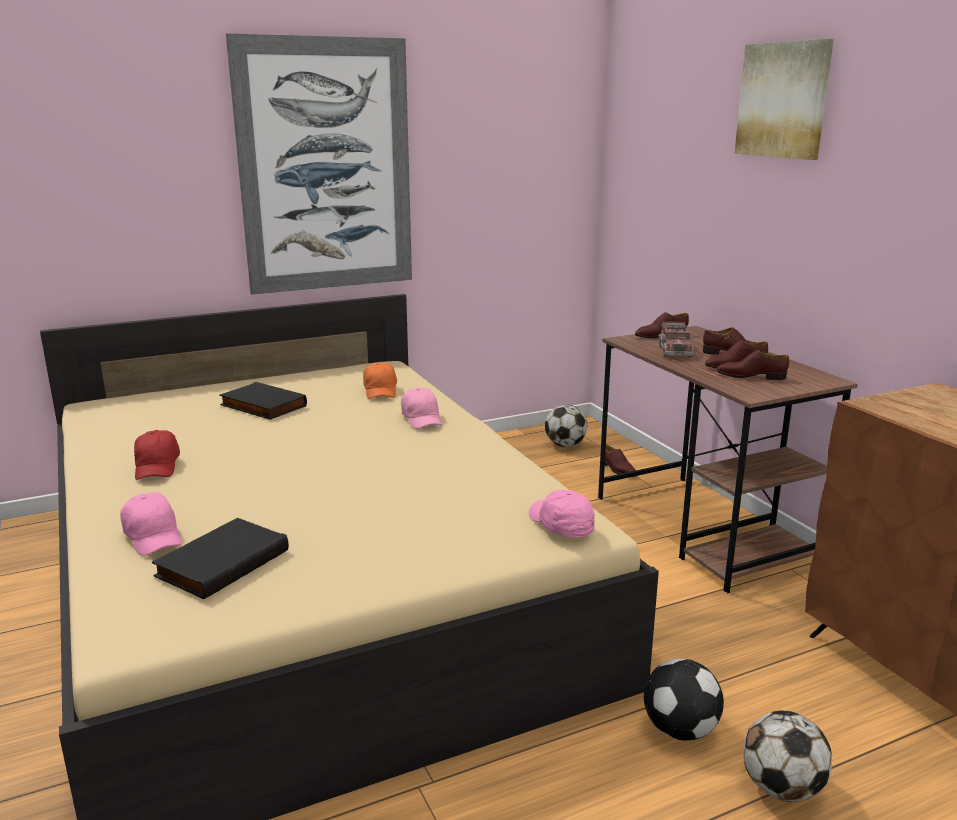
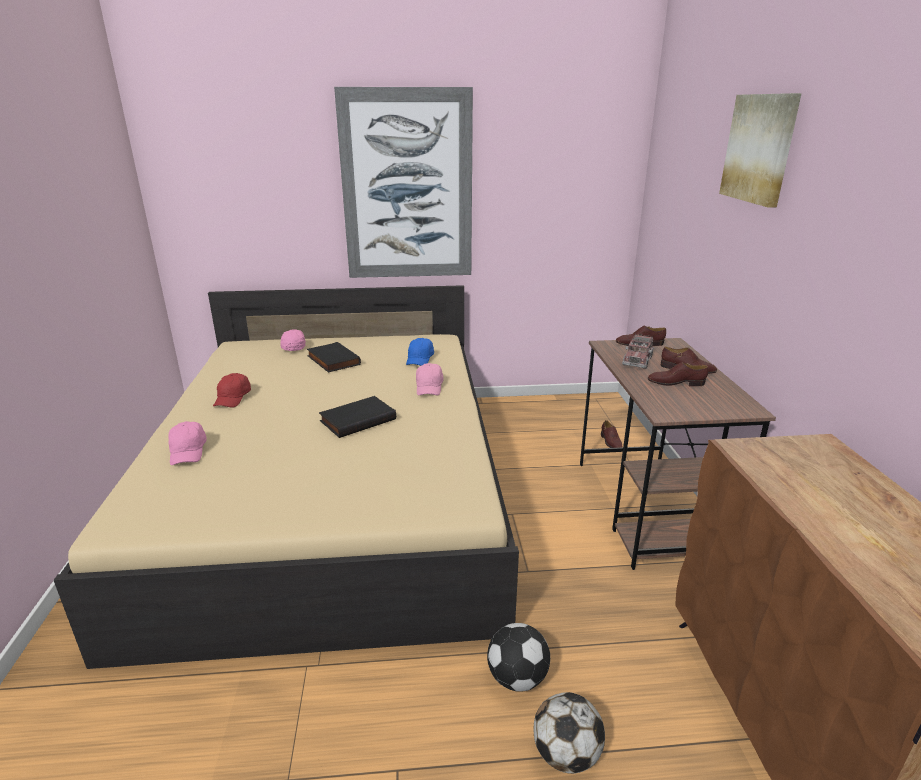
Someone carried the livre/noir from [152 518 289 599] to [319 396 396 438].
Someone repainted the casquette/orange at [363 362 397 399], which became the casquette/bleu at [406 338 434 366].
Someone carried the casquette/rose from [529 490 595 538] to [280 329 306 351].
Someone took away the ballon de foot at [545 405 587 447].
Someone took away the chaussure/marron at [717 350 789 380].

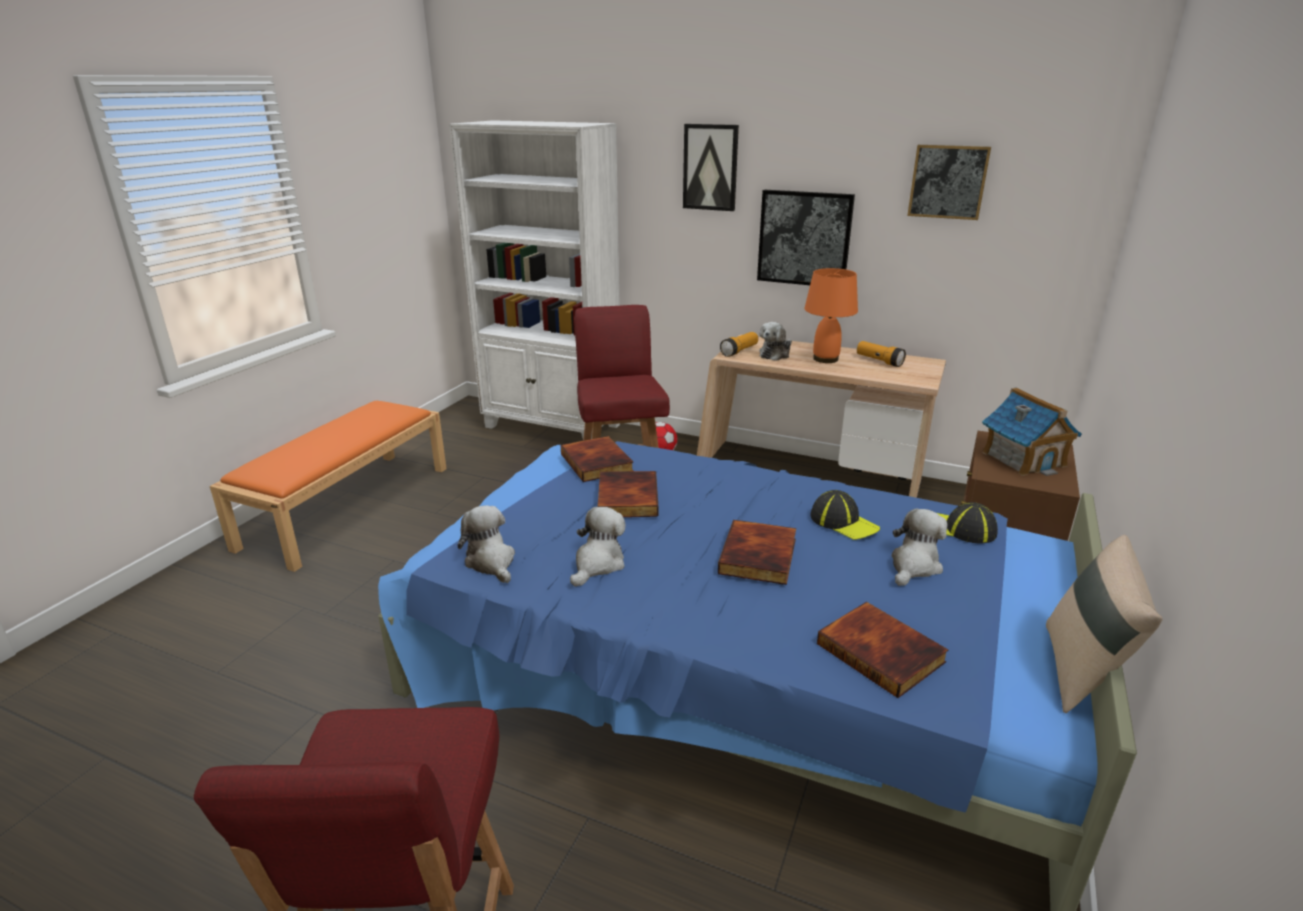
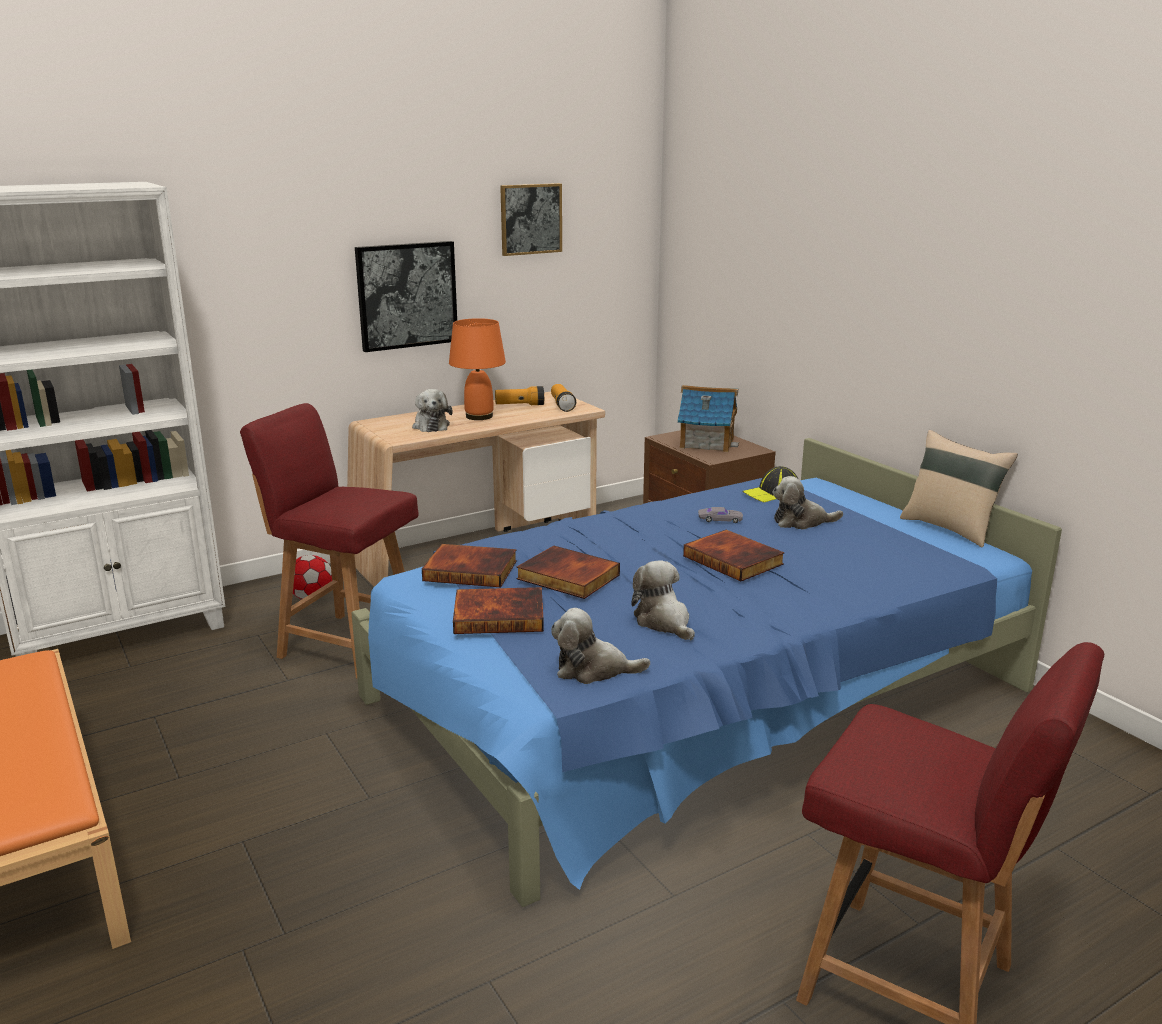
Someone took away the tableau at [683 124 739 211].
Someone carried the lampe de poche from [720 332 758 357] to [551 384 576 412].
Someone swapped the casquette at [810 490 880 540] for the petite voiture/gris at [698 507 743 523].
Someone carried the livre from [817 602 948 698] to [453 587 544 634].
Someone rotated the peluche at [892 509 947 586] by 75 degrees counterclockwise.

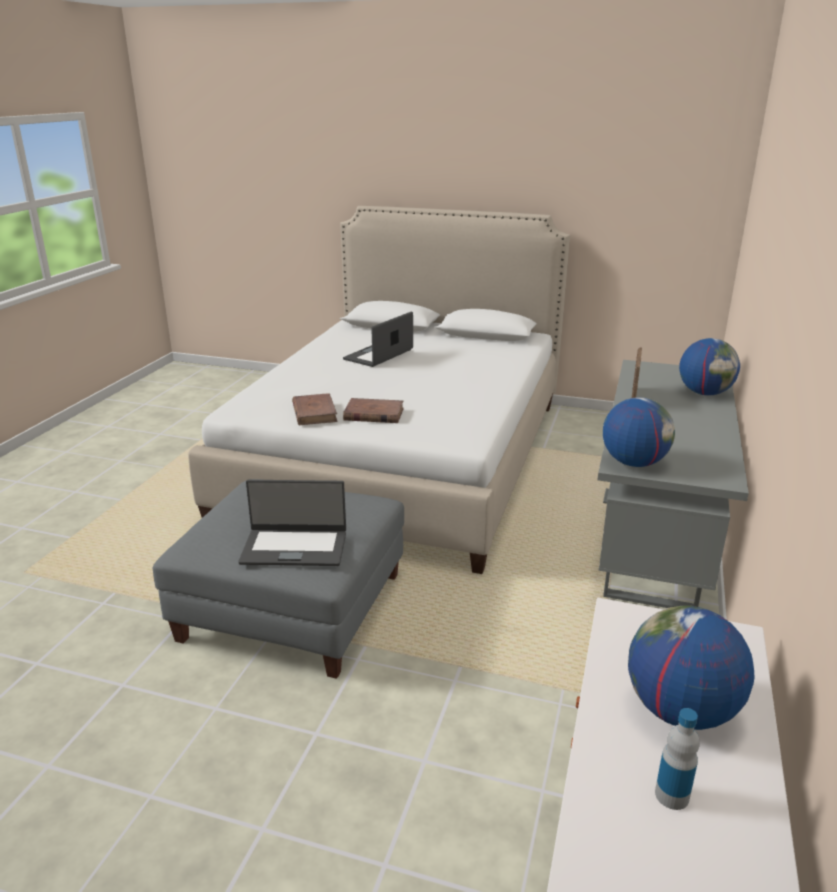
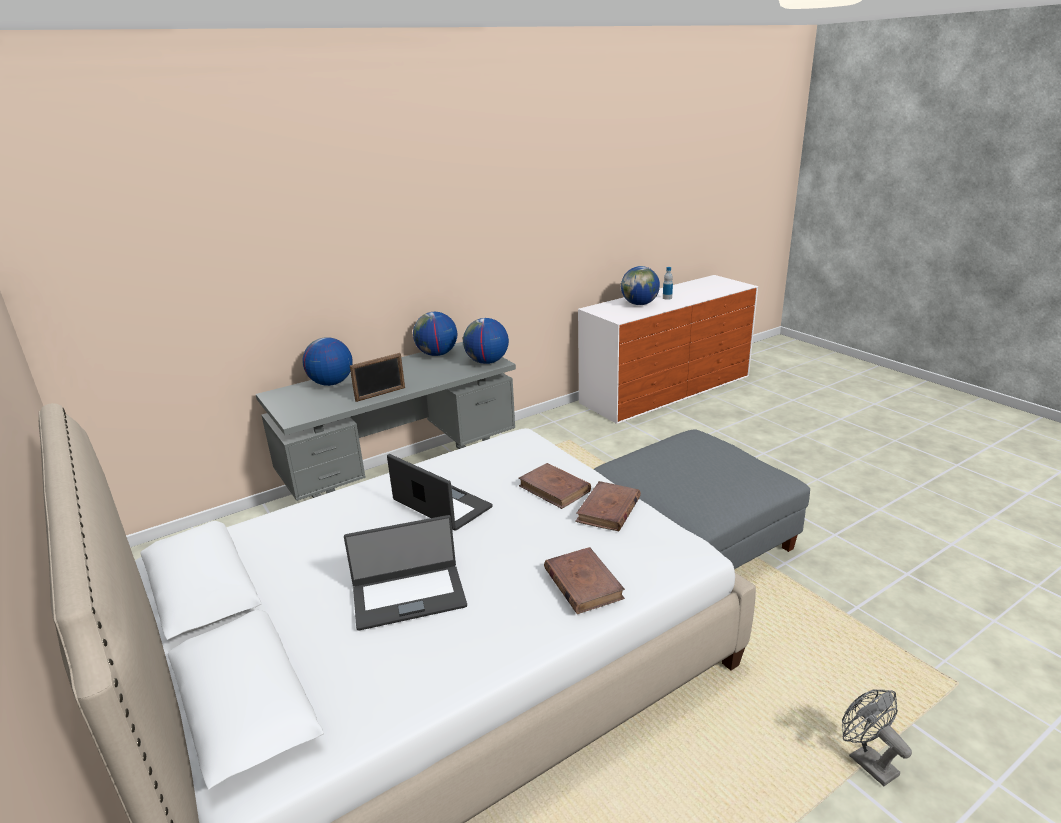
Someone carried the ordinateur portable from [238 480 346 566] to [387 454 493 531].
Someone put down the globe at [413 312 457 356].
Someone put down the livre/marron at [544 547 625 614].
Someone put down the ventilateur/gris at [842 689 912 786].

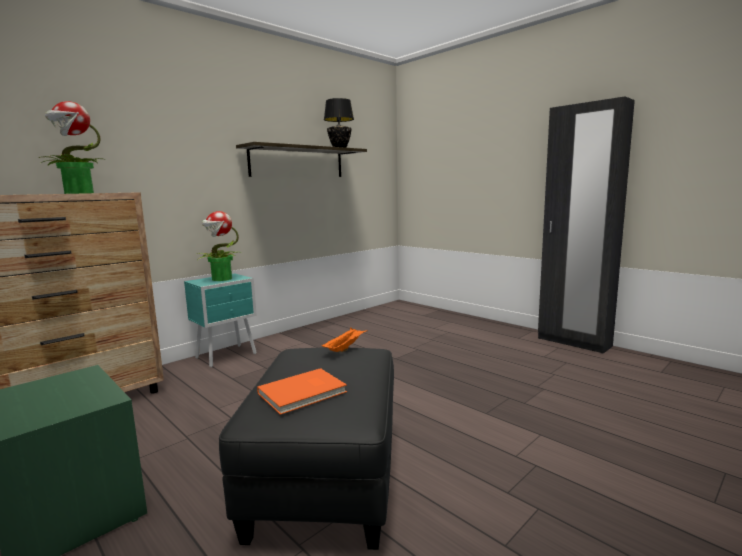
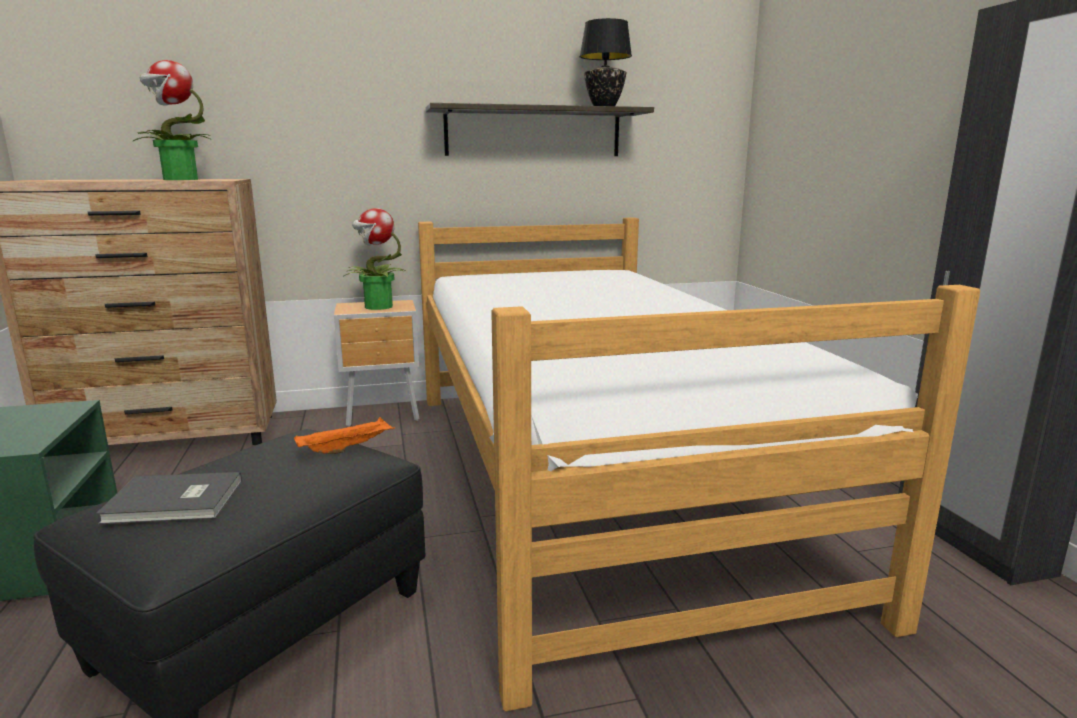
Someone repainted the table de chevet/turquoise at [184 273 257 367], which became the table de chevet/marron at [334 300 420 427].
Someone repainted the livre/orange at [257 368 347 415], which became the livre/gris at [96 472 242 524].
Someone put down the lit at [418 218 980 712].

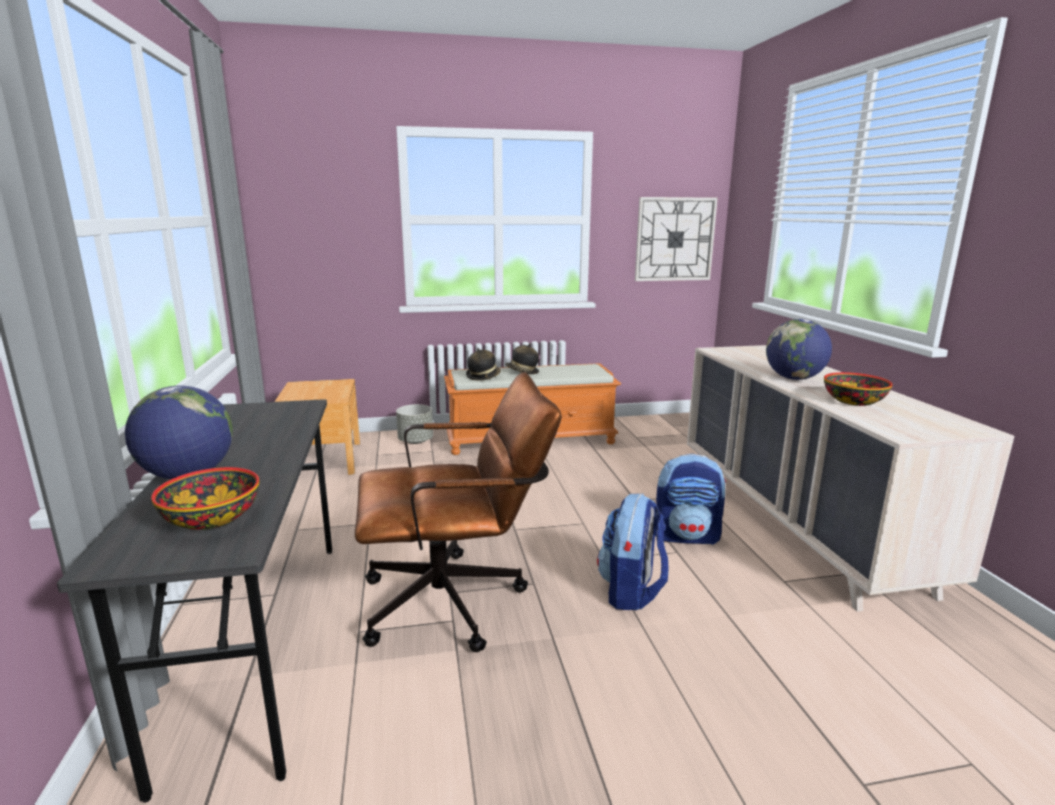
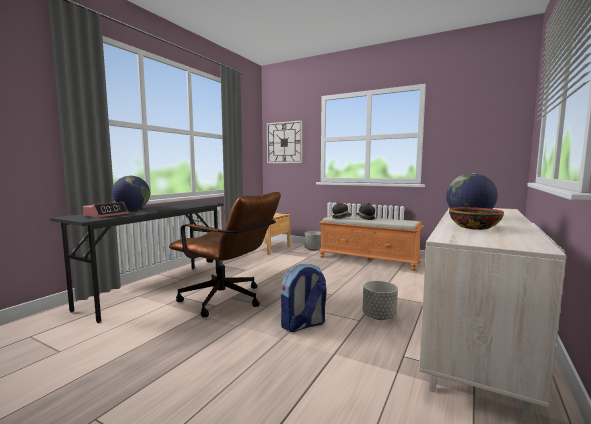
Someone swapped the bol at [151 467 260 530] for the réveil at [83 202 129 218].
Someone carried the horloge murale from [635 197 718 281] to [267 120 303 163].
Someone swapped the sac à dos at [655 454 726 545] for the cache-pot/gris at [363 281 398 320].

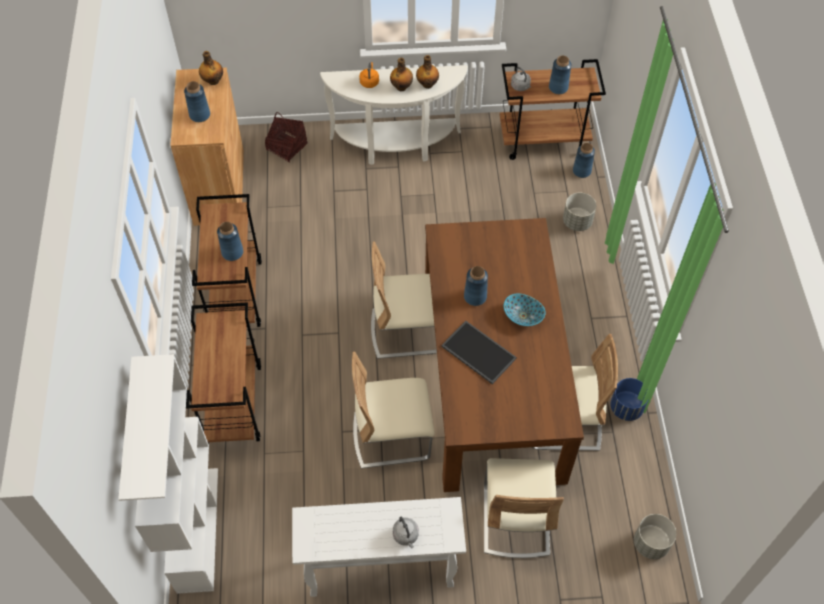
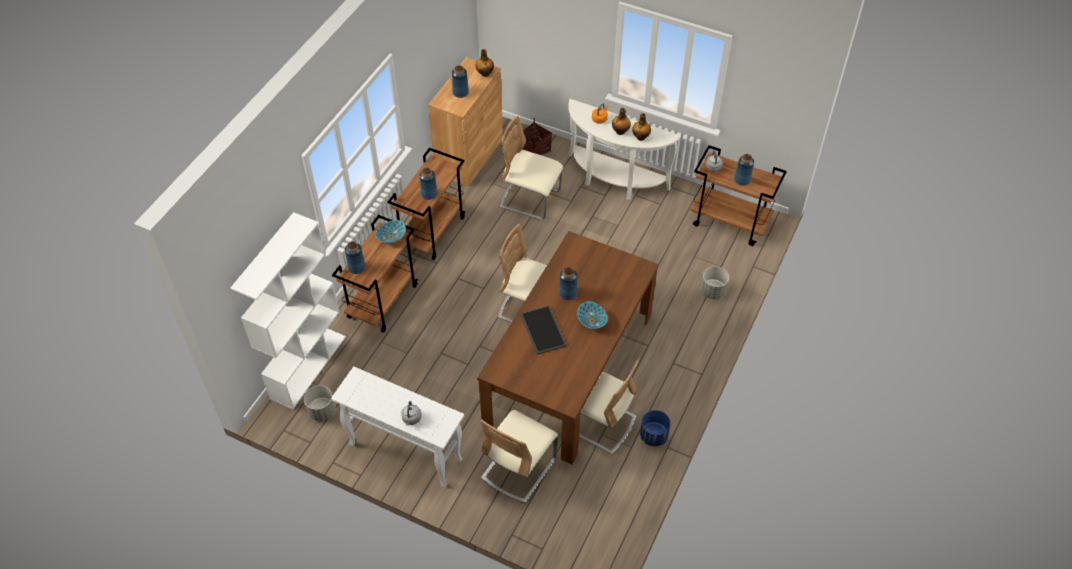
Someone carried the chaise/beige from [352 351 435 469] to [500 116 563 220].
Someone carried the vase/bleu from [573 143 595 178] to [345 241 366 274].
Someone carried the cache-pot/gris from [634 514 677 559] to [304 385 335 421].
Someone put down the bol at [375 220 406 243].

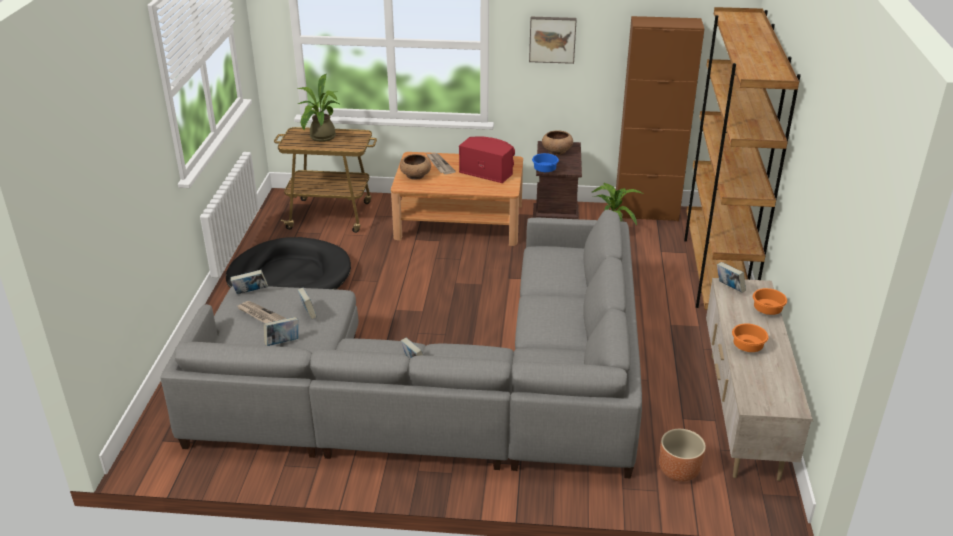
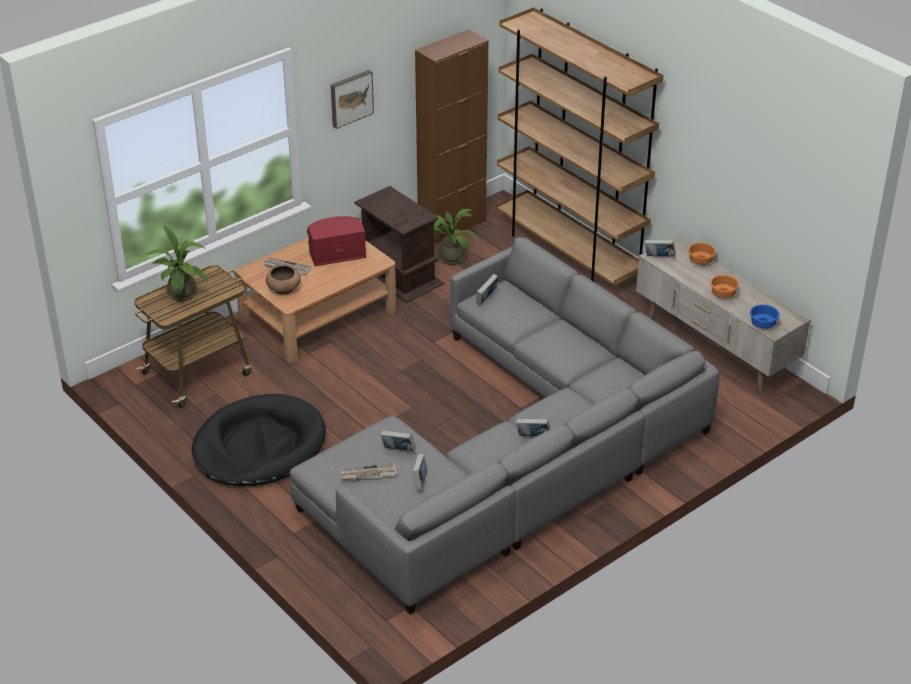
Someone carried the livre from [230 270 268 294] to [476 274 498 305].
Someone carried the bol/bleu from [532 153 559 172] to [750 305 780 329].
Someone took away the bol/marron at [542 131 573 155].
Someone took away the cache-pot/marron at [659 429 706 482].

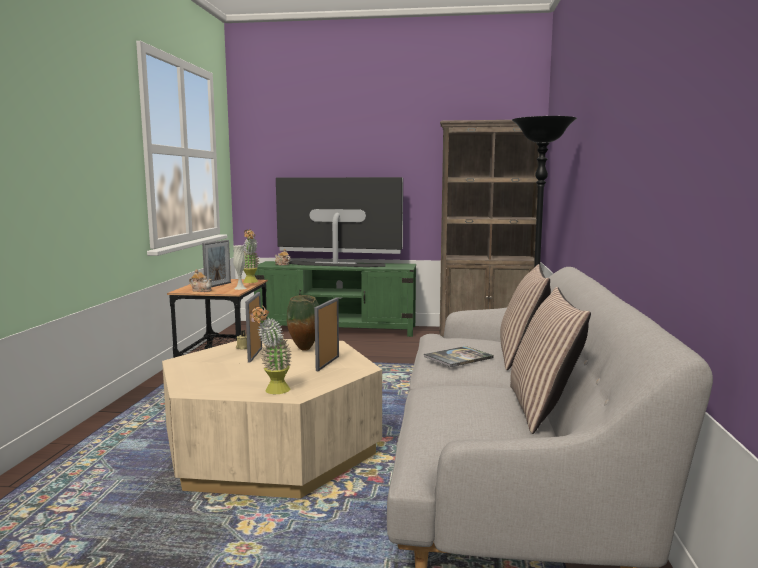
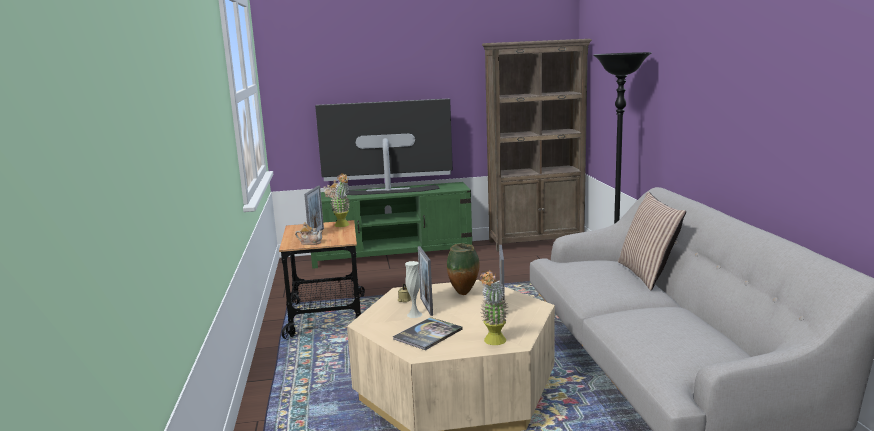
Someone carried the vase/blanc from [233 245 246 290] to [405 261 422 318].
Someone carried the livre from [424 346 494 367] to [393 317 463 350].
Someone took away the coussin at [510 287 591 434].

